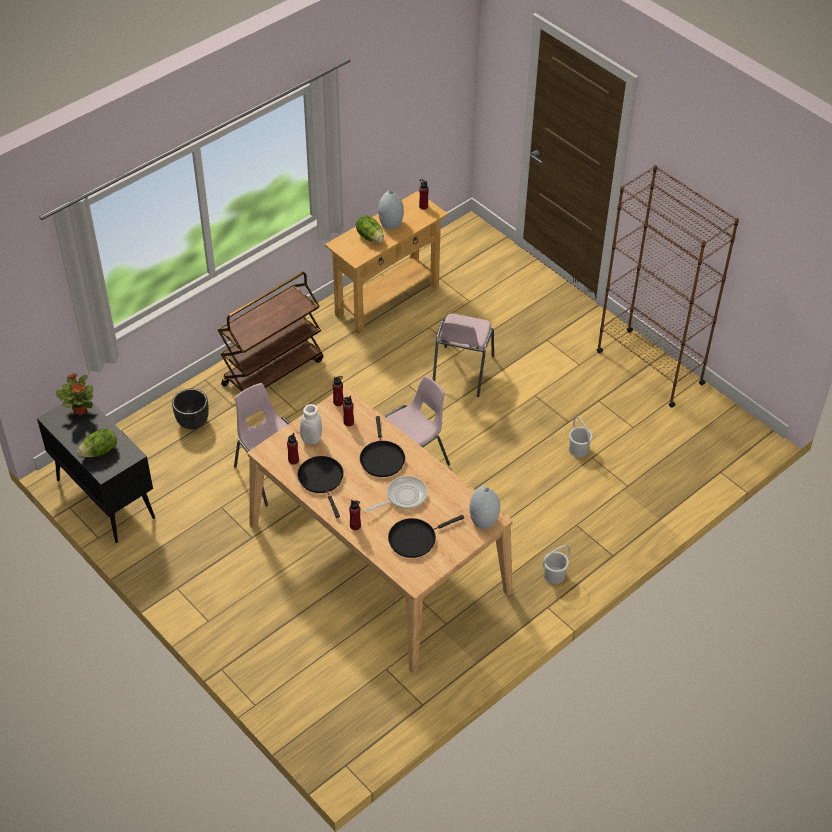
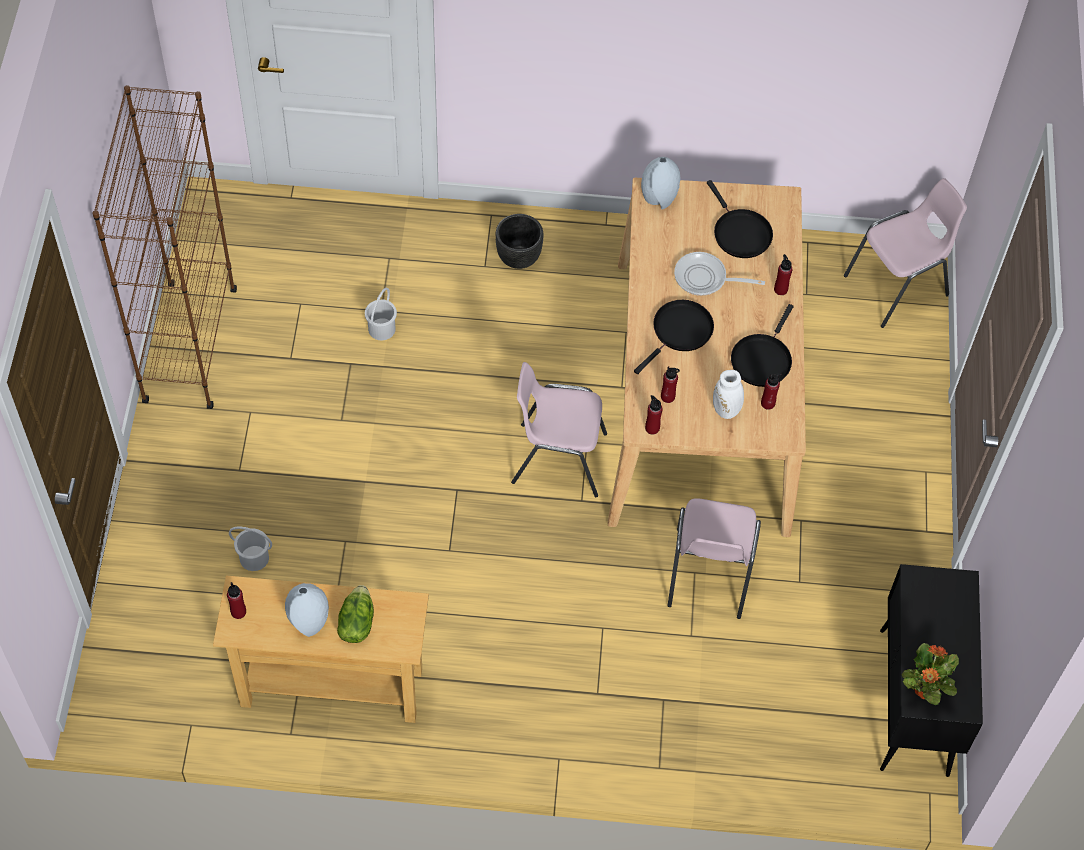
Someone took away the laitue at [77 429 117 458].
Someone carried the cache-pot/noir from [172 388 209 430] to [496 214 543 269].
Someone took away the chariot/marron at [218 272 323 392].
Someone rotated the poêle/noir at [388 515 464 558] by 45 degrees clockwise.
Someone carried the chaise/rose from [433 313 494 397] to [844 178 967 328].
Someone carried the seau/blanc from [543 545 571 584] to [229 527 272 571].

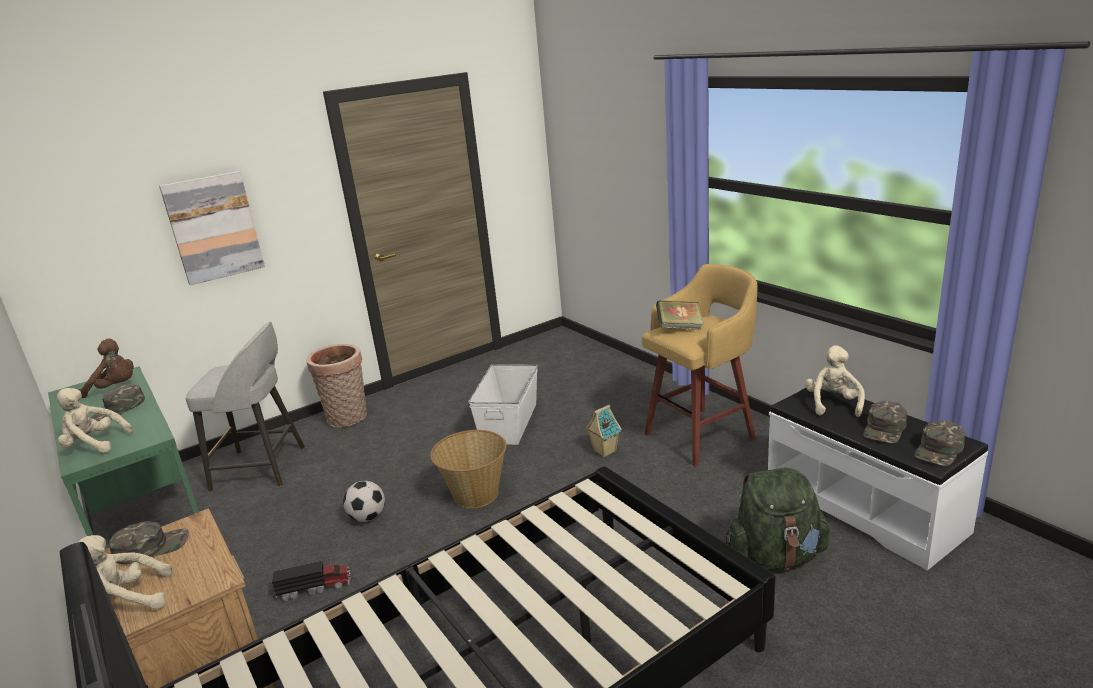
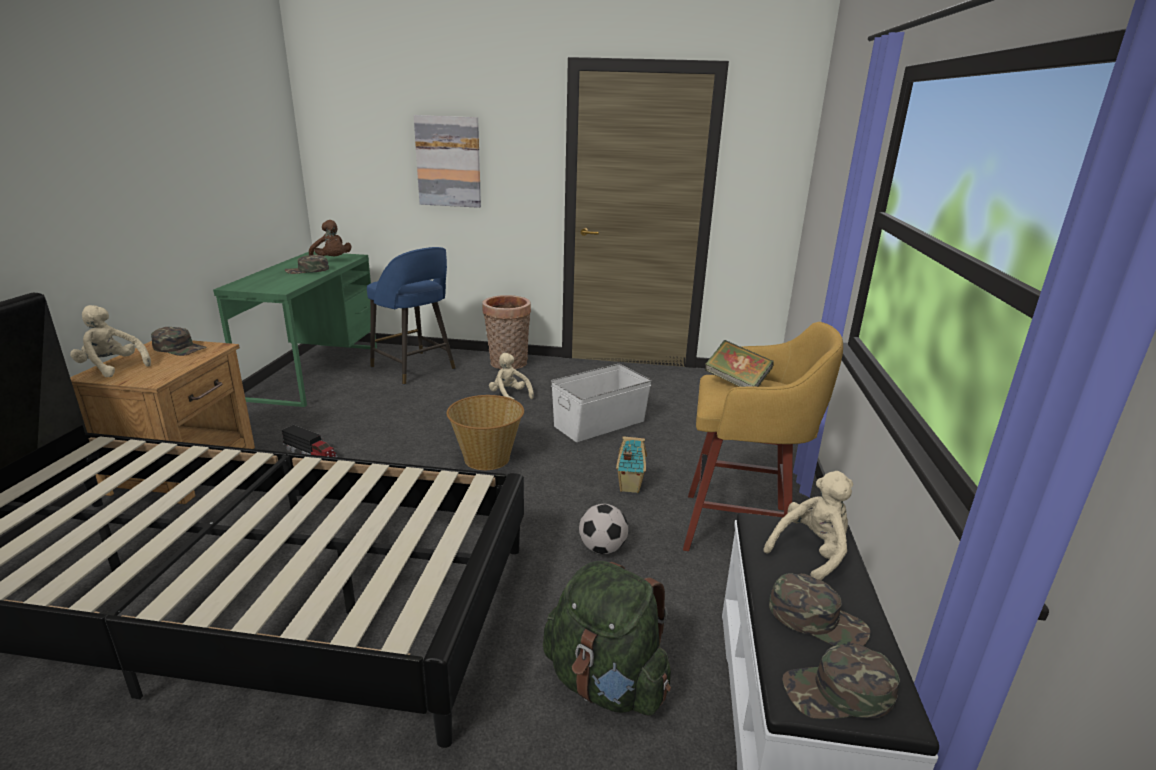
Someone carried the peluche/beige from [57 388 133 453] to [489 353 534 399].
Someone repainted the tabouret/gris at [186 322 305 491], which became the tabouret/bleu at [367 247 456 385].
Someone carried the ballon de foot from [343 481 385 522] to [579 504 628 554].
Someone rotated the casquette/vert at [864 401 907 443] by 135 degrees counterclockwise.

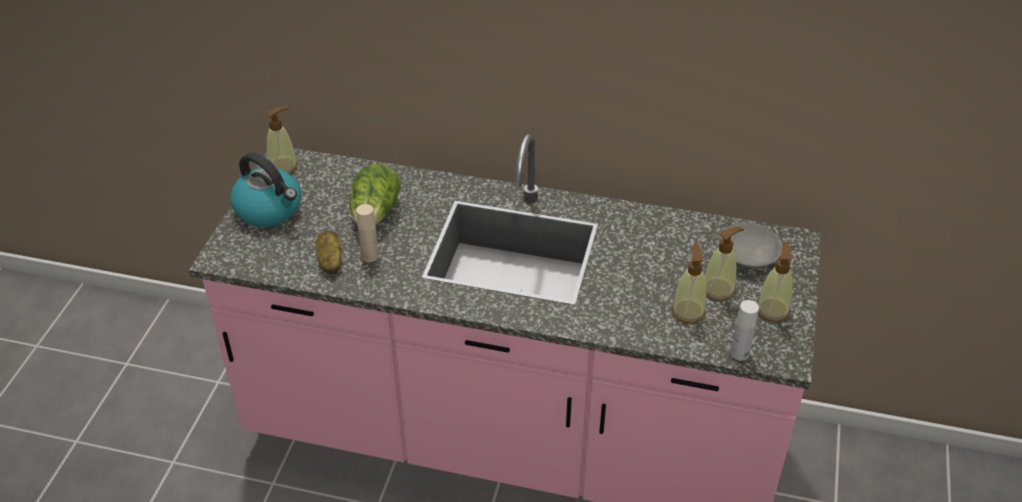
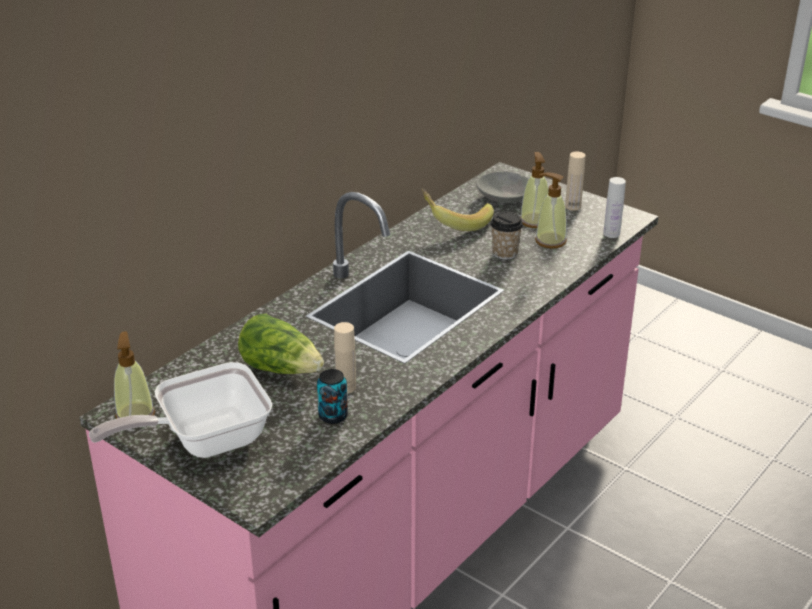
Someone swapped the bouilloire at [230 152 301 227] for the poêle at [89 362 272 458].
Someone swapped the pomme de terre at [316 231 342 274] for the boîte métallique at [317 369 348 424].
Someone swapped the distributeur de savon at [757 242 793 322] for the bouteille/beige at [565 151 585 211].
Someone put down the banane at [421 189 494 231].
Someone put down the tasse at [490 212 523 260].

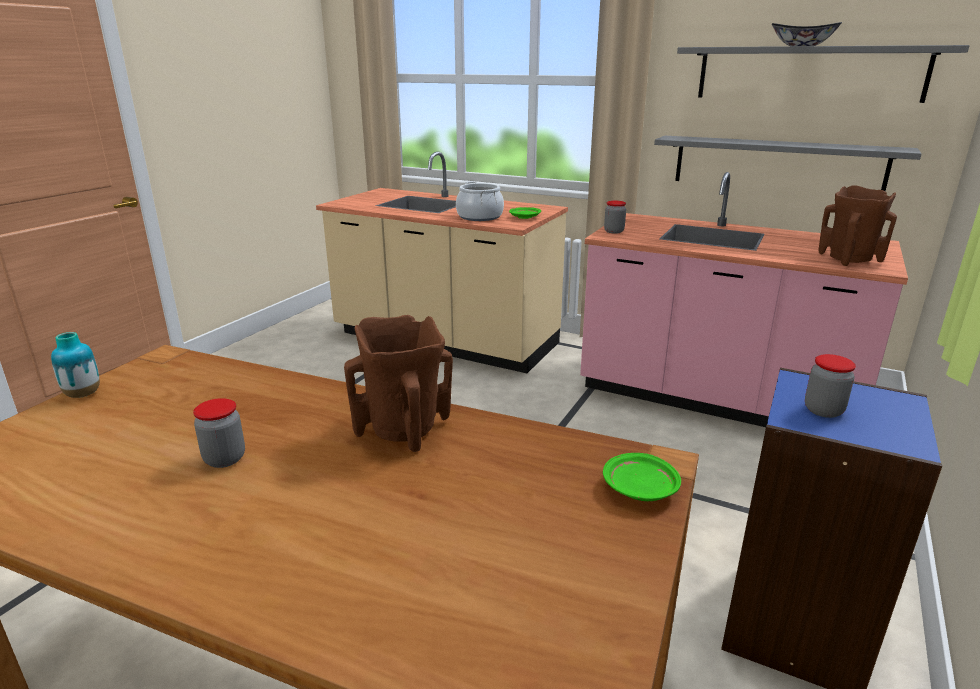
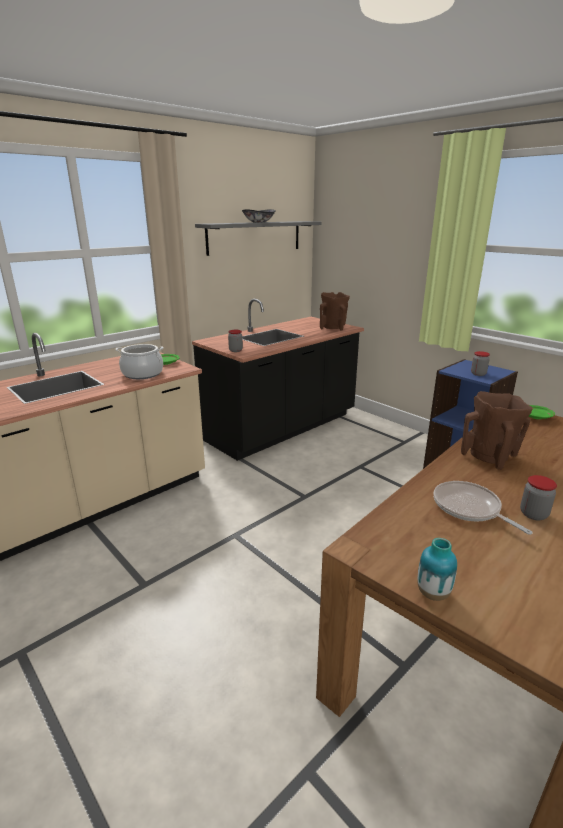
Someone repainted the comptoir de cuisine/rose at [580 172 908 427], which became the comptoir de cuisine/noir at [192 299 364 461].
Someone took away the étagère/gris at [654 136 922 191].
Someone put down the poêle at [434 481 532 535].

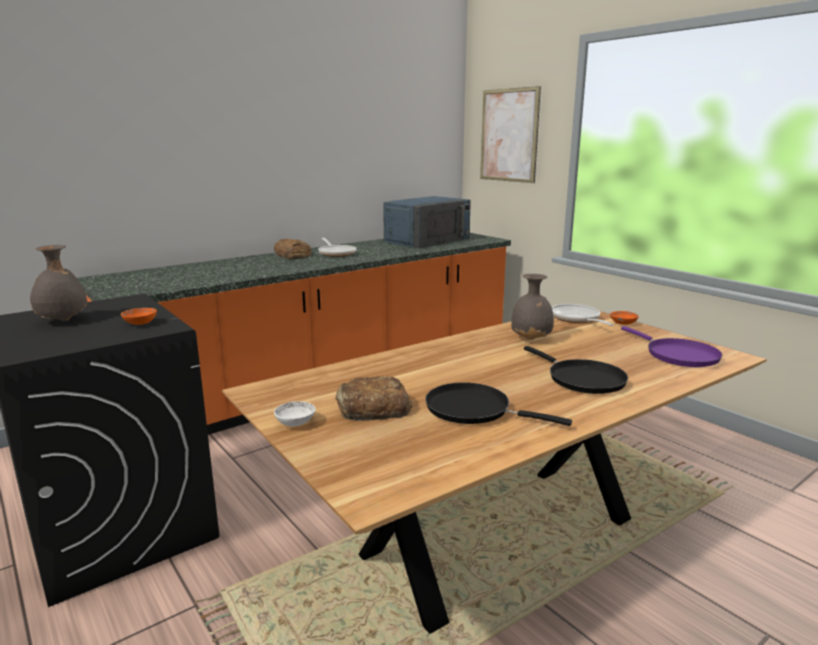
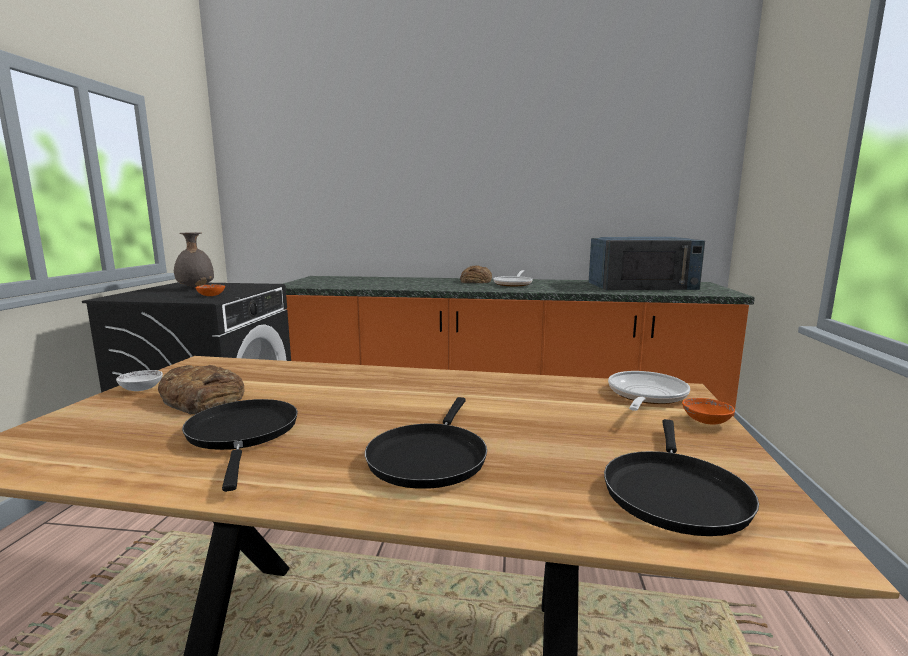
Someone took away the tableau at [480 86 541 183].
Someone took away the vase/gris at [511 274 554 340].
Someone repainted the poêle/violet at [621 326 722 367], which became the poêle/noir at [604 419 759 536].

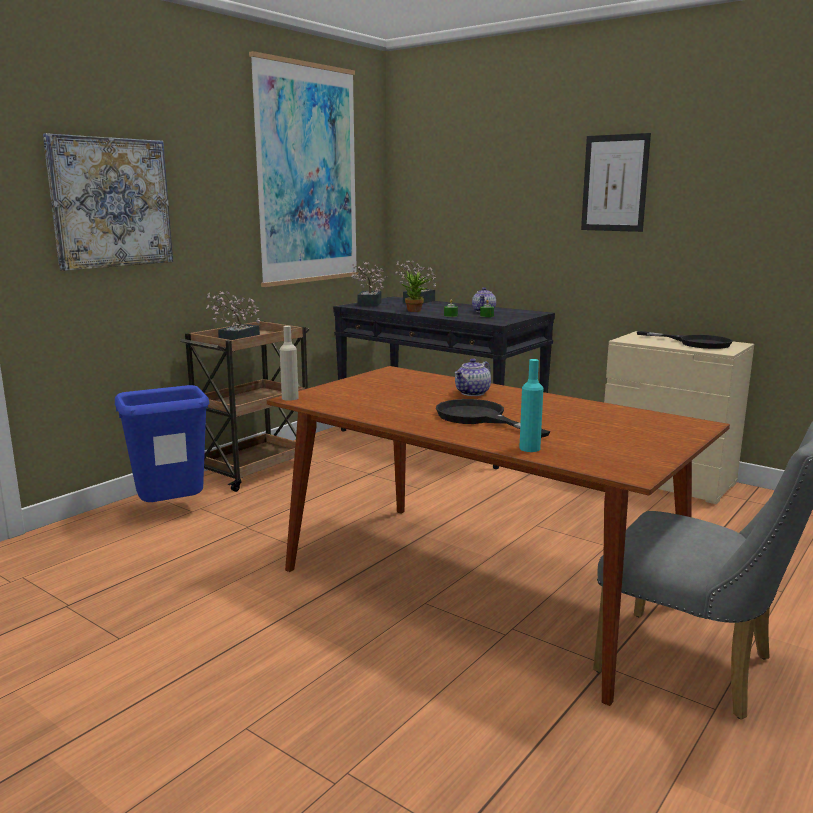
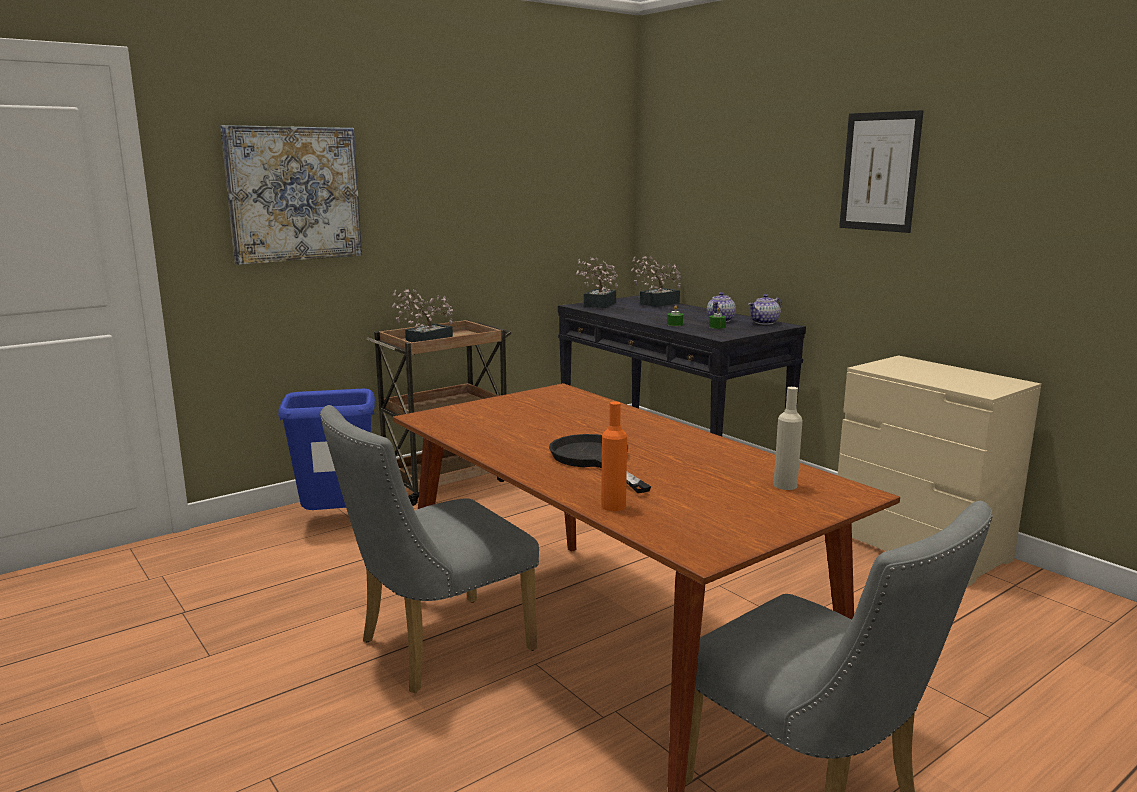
Someone took away the tableau at [249 51 358 287].
Someone carried the bouteille/beige from [280 326 299 401] to [774 387 803 490].
Someone took away the plante en pot at [402 271 432 312].
Someone carried the théière from [455 358 491 396] to [749 294 782 325].
Someone repainted the bouteille/turquoise at [519 359 543 452], which became the bouteille/orange at [601 401 627 511].
Someone took away the poêle/noir at [637 331 733 349].
Someone put down the chaise/gris at [320 405 539 693].

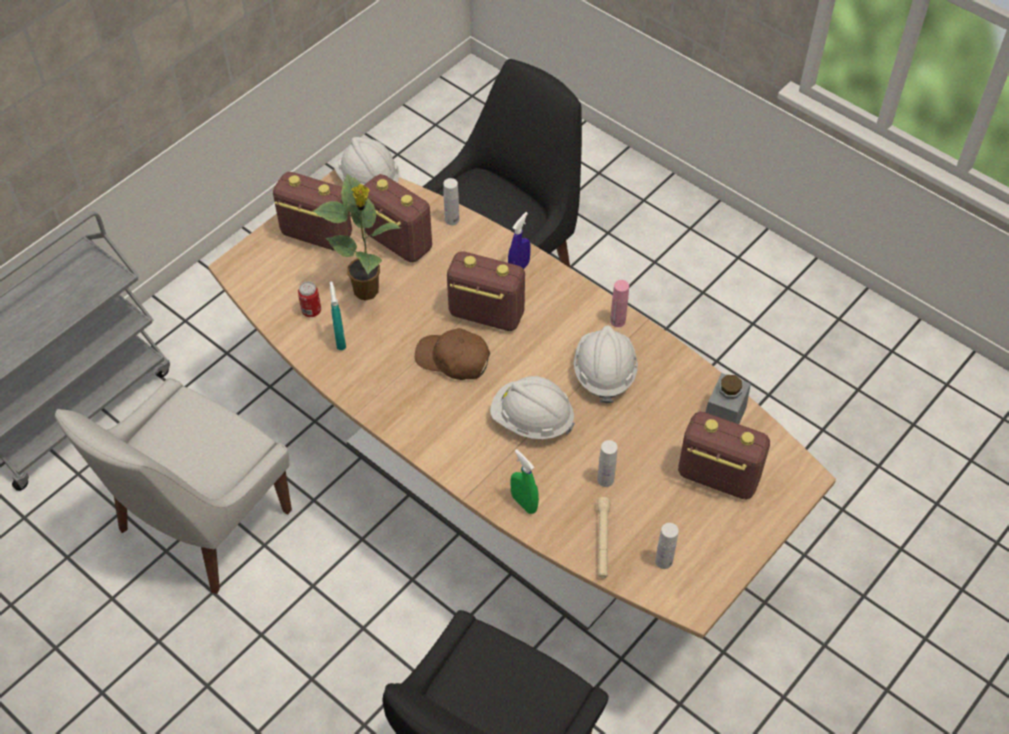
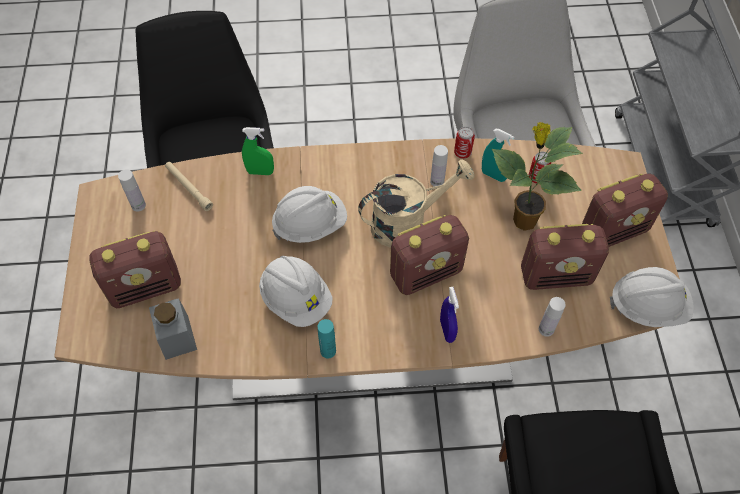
Someone swapped the casquette/marron at [415 328 490 380] for the arrosoir/beige at [358 159 475 248].
Someone carried the bouteille/blanc from [597 440 618 487] to [430 145 448 187].
Someone repainted the bouteille/rose at [610 280 629 327], which became the bouteille/turquoise at [318 319 336 358].
Someone put down the boîte métallique at [454 126 475 159].

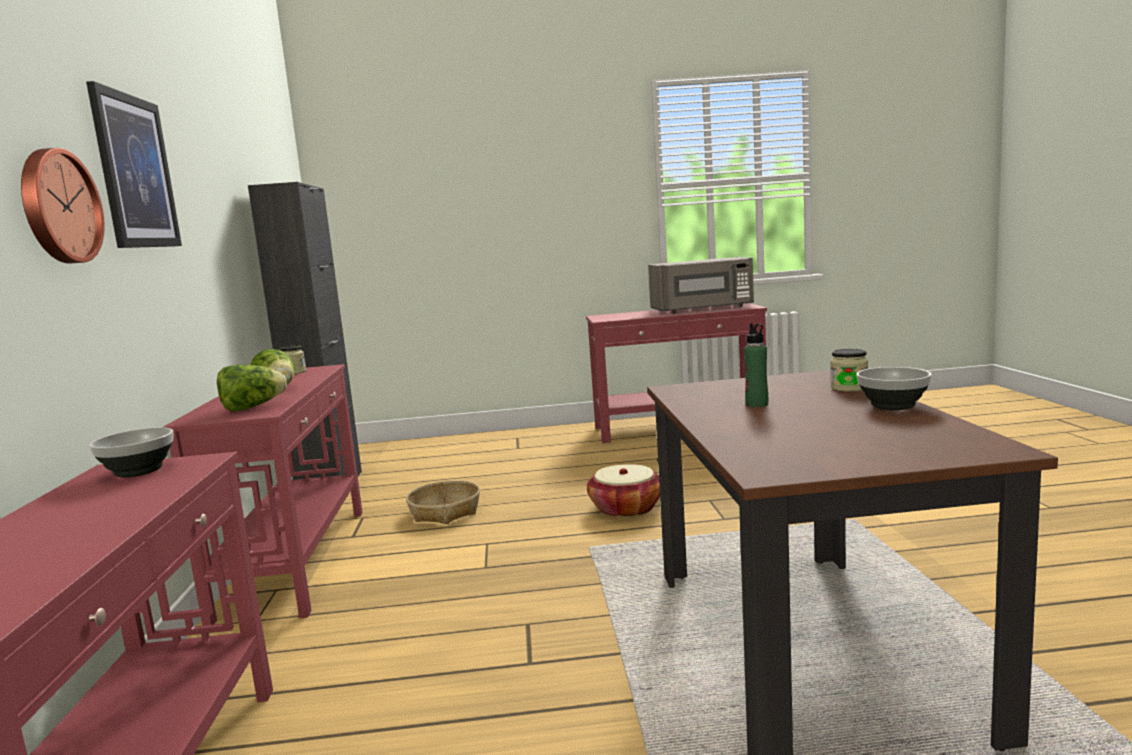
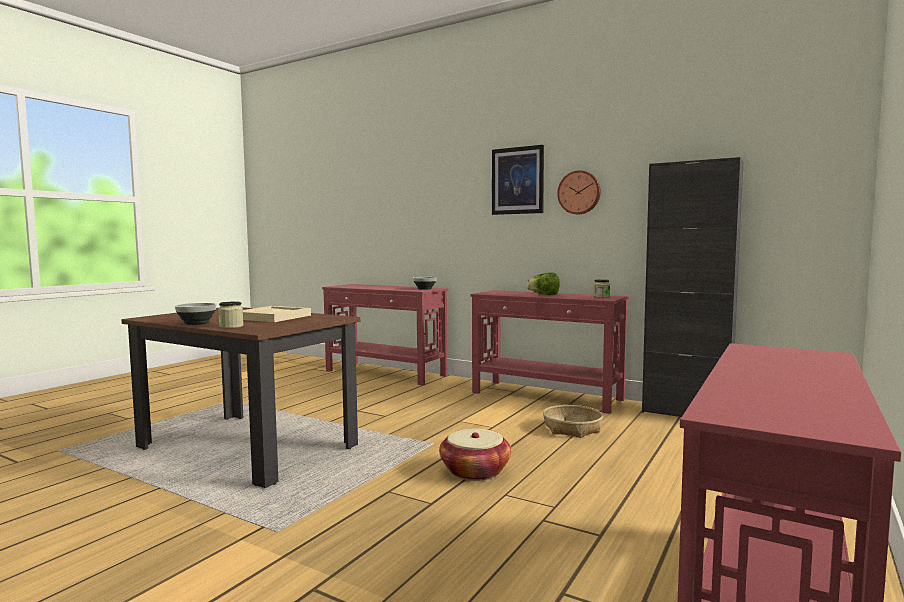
Someone carried the horloge murale from [21 148 104 264] to [557 170 601 214].
Someone took away the laitue at [217 365 287 411].
Someone took away the micro-ondes/gris at [648 257 754 313].
Someone swapped the bouteille/vert at [744 323 768 407] for the plateau/beige at [243 306 311 322].

